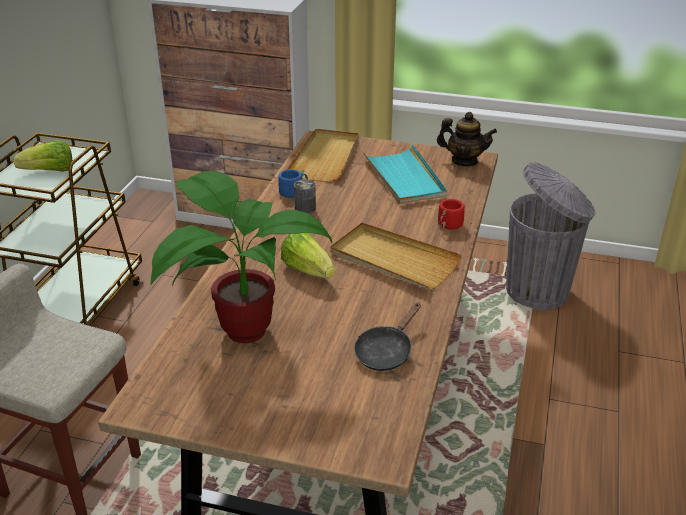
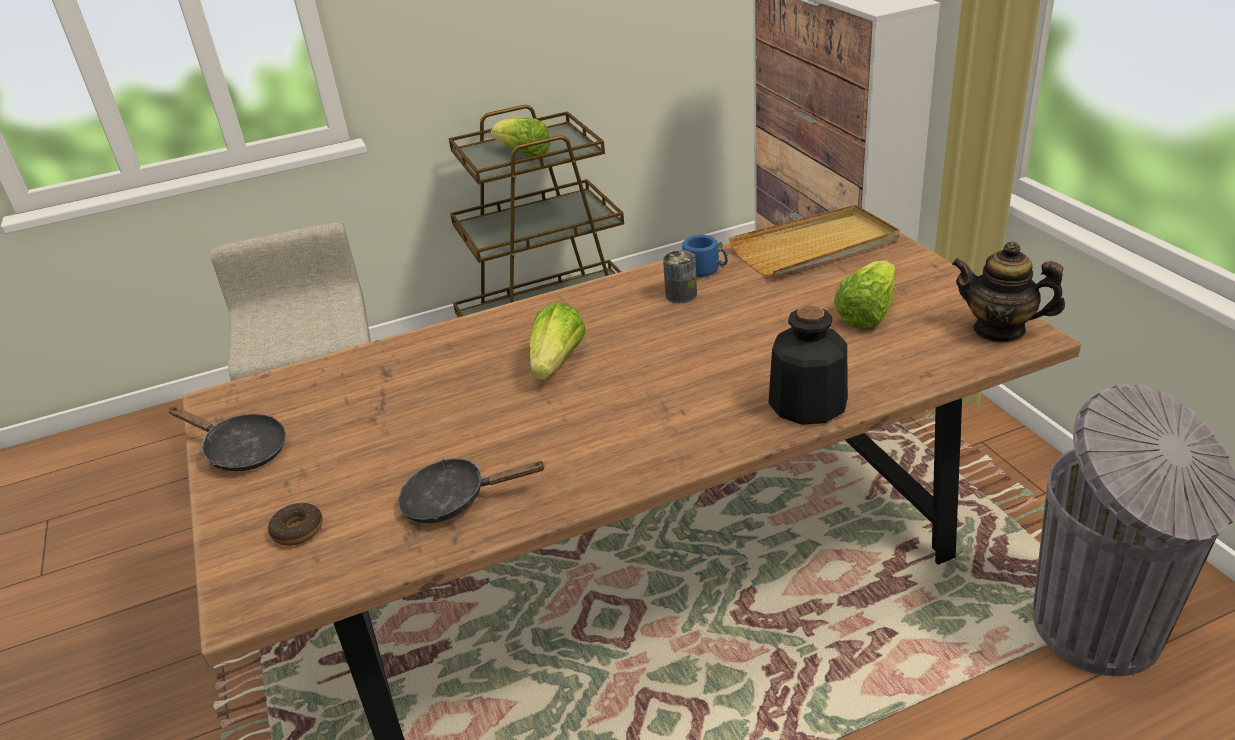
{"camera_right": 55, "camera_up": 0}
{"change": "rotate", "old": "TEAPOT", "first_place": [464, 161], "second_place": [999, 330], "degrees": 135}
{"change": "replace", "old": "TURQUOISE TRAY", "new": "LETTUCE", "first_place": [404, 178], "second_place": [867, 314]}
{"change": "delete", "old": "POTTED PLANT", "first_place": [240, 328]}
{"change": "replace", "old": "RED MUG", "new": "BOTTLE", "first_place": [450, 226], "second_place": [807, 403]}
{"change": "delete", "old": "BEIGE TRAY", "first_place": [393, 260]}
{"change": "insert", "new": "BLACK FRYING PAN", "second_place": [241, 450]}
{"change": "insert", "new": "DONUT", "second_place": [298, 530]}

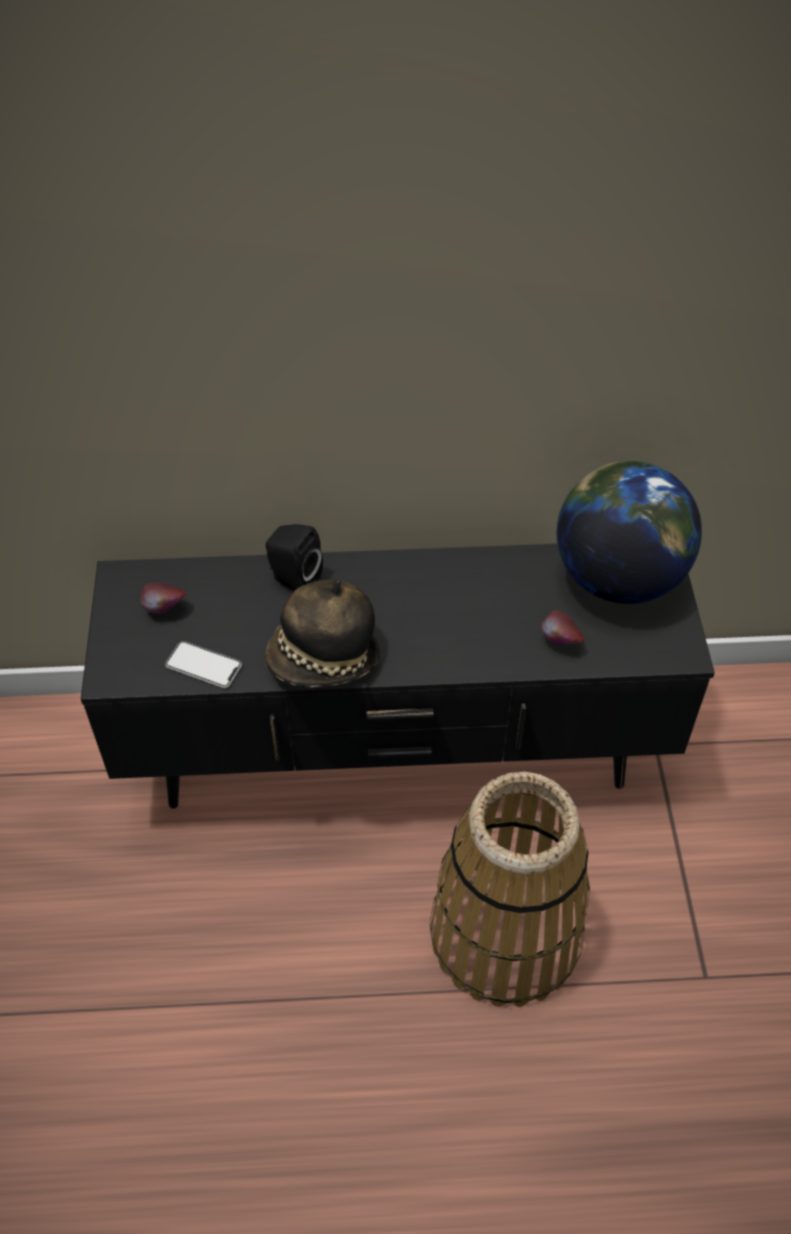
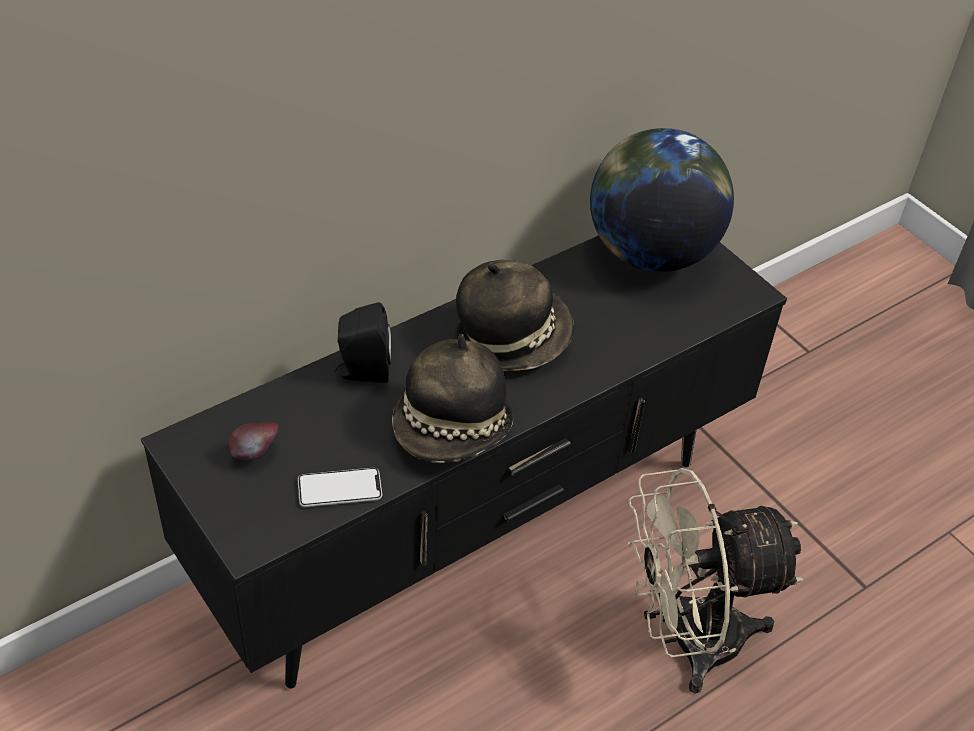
{"camera_right": -35, "camera_up": -5}
{"change": "delete", "old": "APPLE", "first_place": [560, 642]}
{"change": "replace", "old": "BASKET", "new": "BEIGE FAN", "first_place": [505, 935], "second_place": [686, 639]}
{"change": "insert", "new": "HAT", "second_place": [511, 338]}

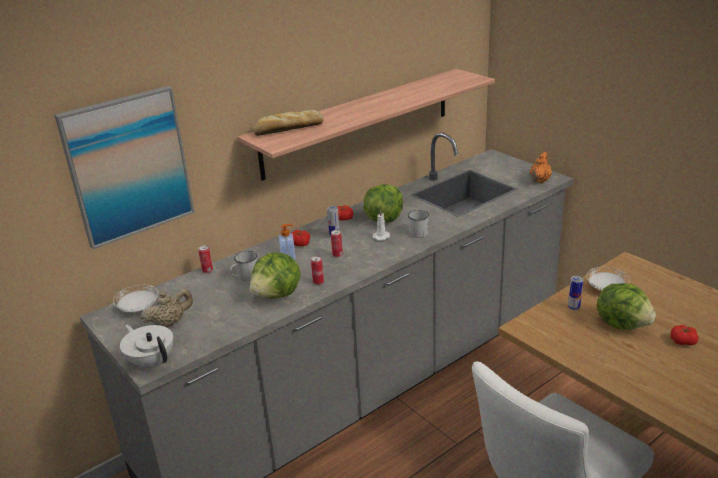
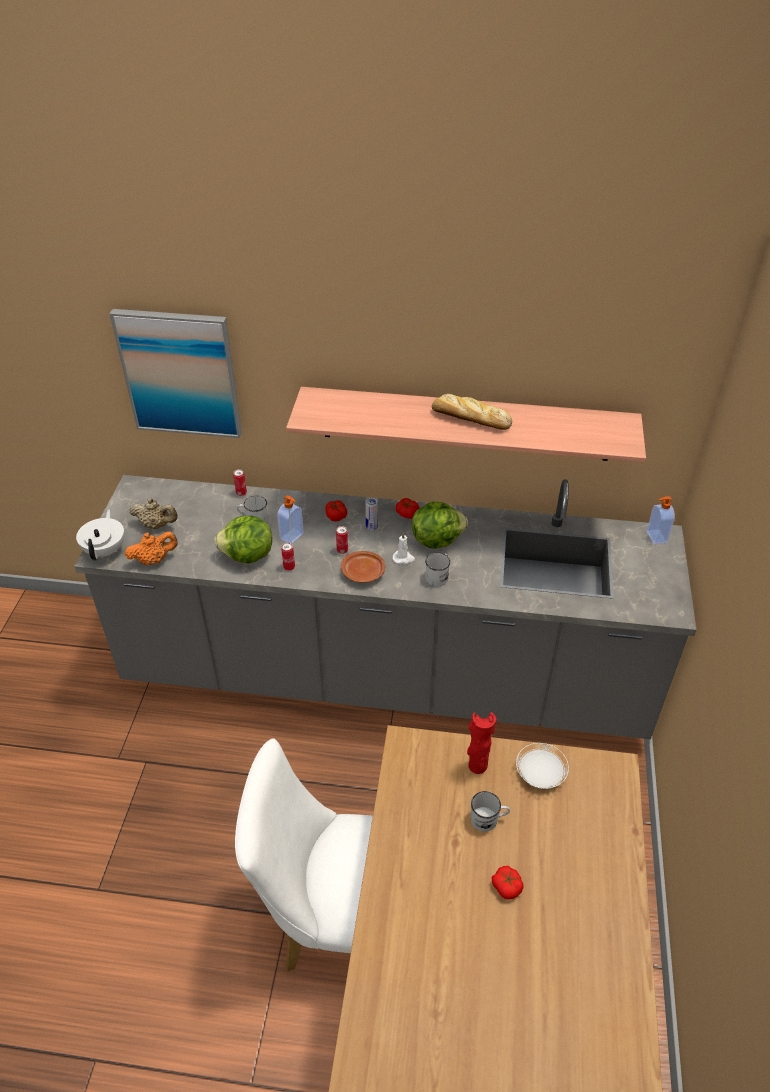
{"camera_right": 45, "camera_up": 15}
{"change": "move", "old": "BREAD", "first_place": [287, 129], "second_place": [469, 418]}
{"change": "move", "old": "ORANGE TEAPOT", "first_place": [540, 180], "second_place": [154, 560]}
{"change": "replace", "old": "CAN", "new": "RED VASE", "first_place": [573, 307], "second_place": [477, 765]}
{"change": "replace", "old": "LETTUCE", "new": "WHITE MUG", "first_place": [622, 323], "second_place": [488, 819]}
{"change": "delete", "old": "WHITE PLATE", "first_place": [138, 308]}
{"change": "insert", "new": "SOAP DISPENSER", "second_place": [655, 537]}
{"change": "insert", "new": "BROWN PLATE", "second_place": [363, 573]}

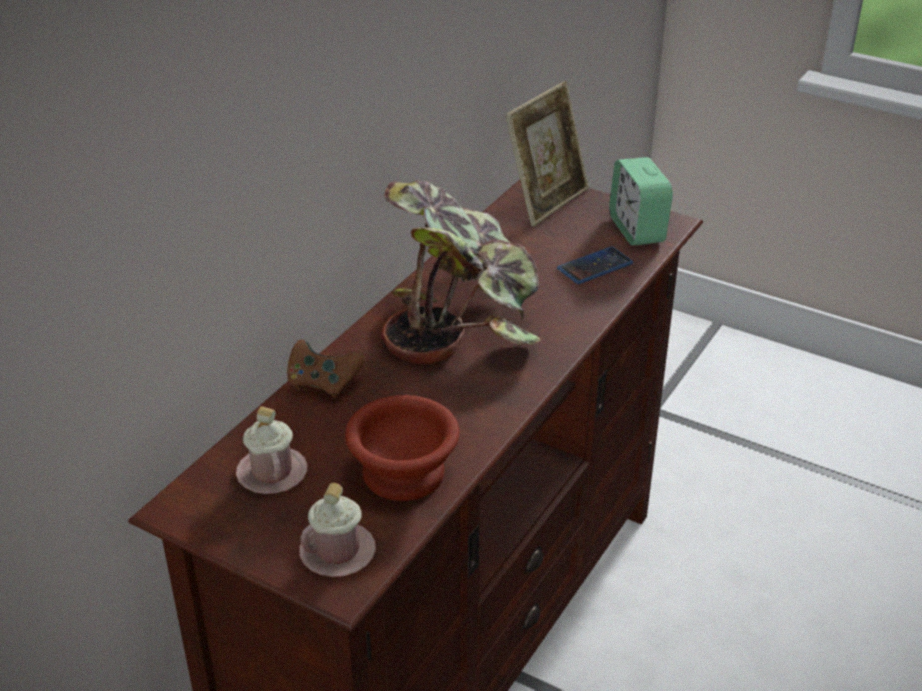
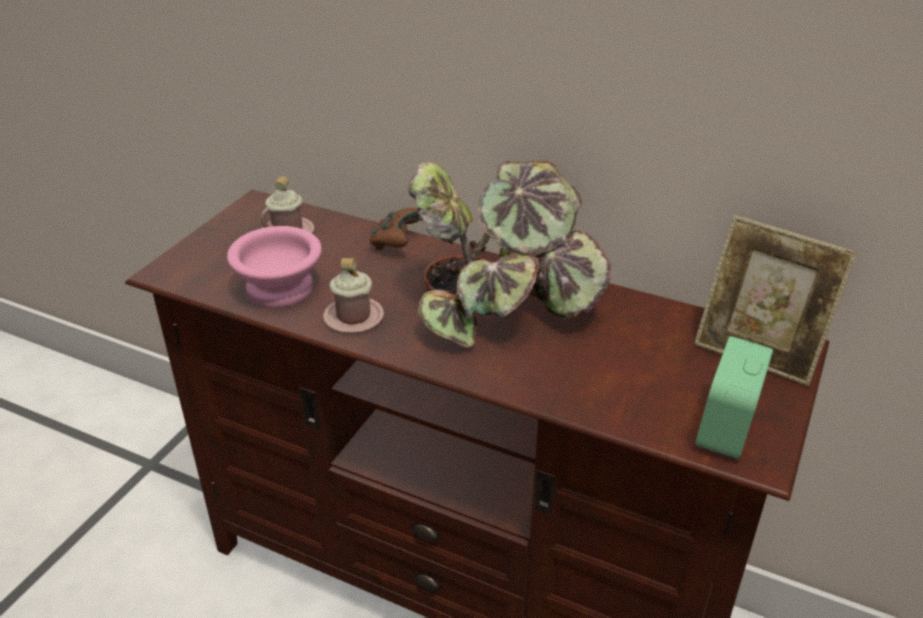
{"camera_right": 85, "camera_up": 0}
{"change": "rotate", "old": "ALARM CLOCK", "first_place": [637, 230], "second_place": [726, 429], "degrees": -45}
{"change": "delete", "old": "PHONE", "first_place": [595, 266]}
{"change": "recolor", "old": "BROWN BOWL", "new": "PINK BOWL", "first_place": [400, 475], "second_place": [278, 287]}
{"change": "move", "old": "PINK MUG", "first_place": [337, 552], "second_place": [353, 317]}

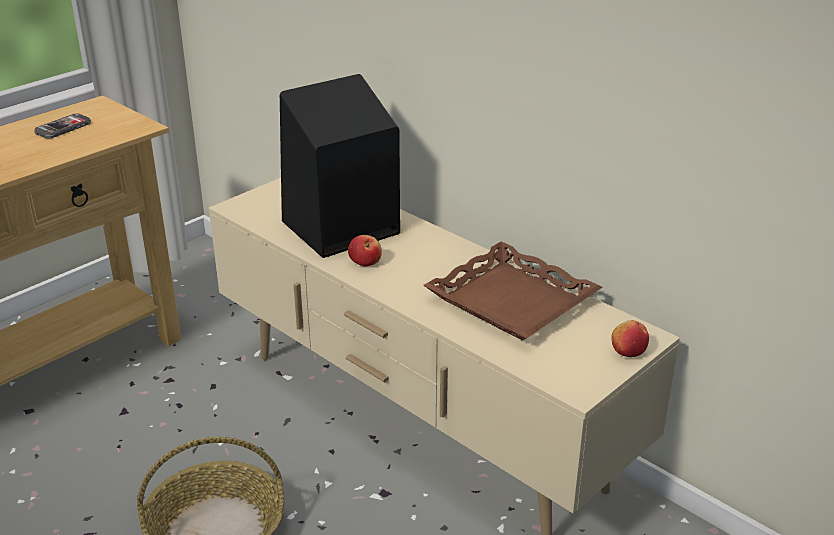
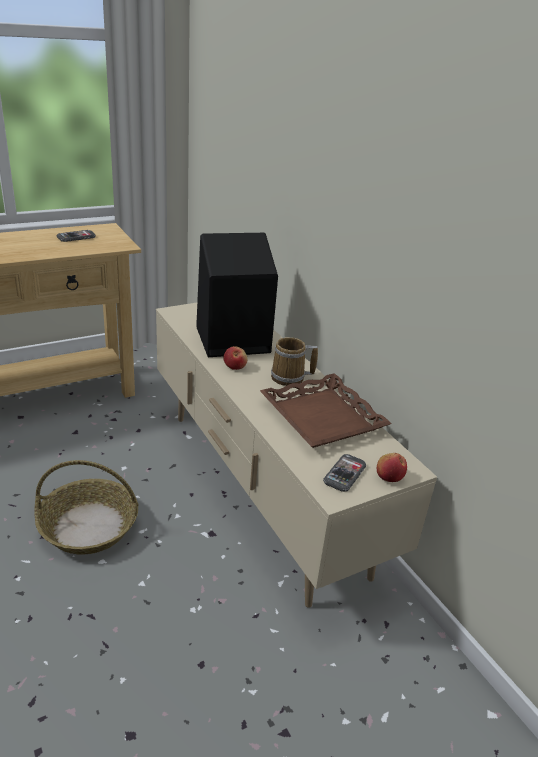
{"camera_right": 15, "camera_up": 0}
{"change": "insert", "new": "MUG", "second_place": [290, 378]}
{"change": "insert", "new": "PHONE", "second_place": [344, 474]}

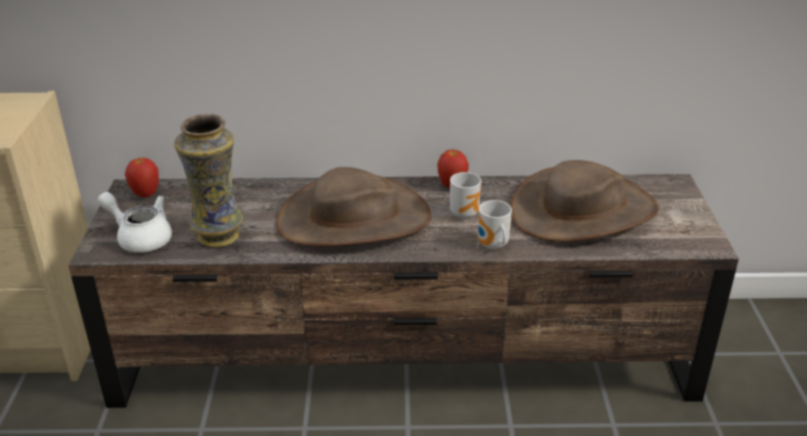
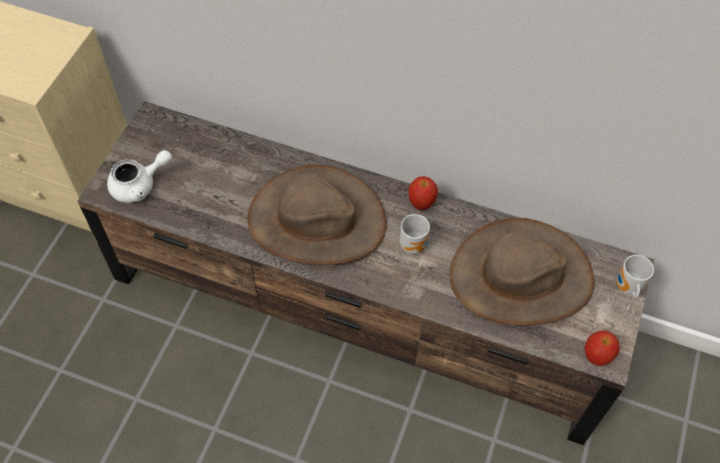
{"camera_right": 20, "camera_up": 25}
{"change": "delete", "old": "VASE", "first_place": [218, 237]}
{"change": "move", "old": "APPLE", "first_place": [146, 194], "second_place": [596, 357]}
{"change": "rotate", "old": "WHITE TEAPOT", "first_place": [140, 237], "second_place": [140, 185], "degrees": 105}
{"change": "move", "old": "MUG", "first_place": [492, 246], "second_place": [626, 288]}

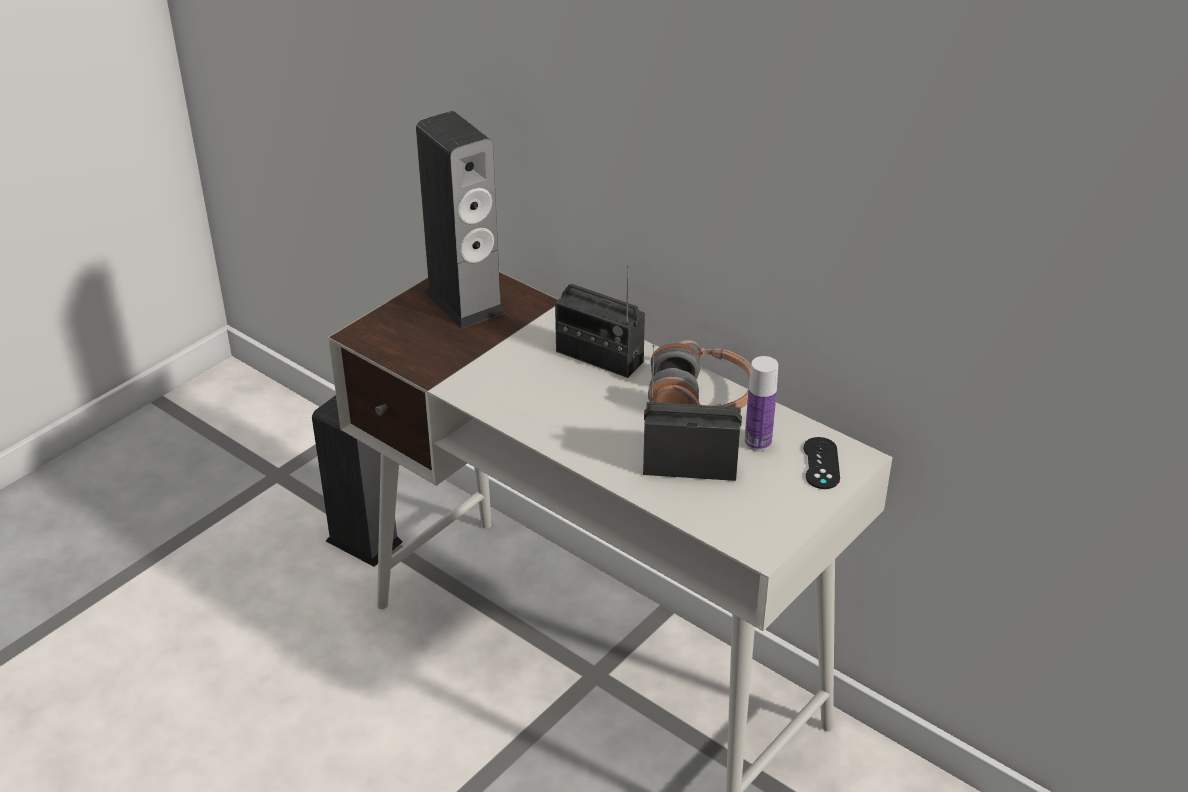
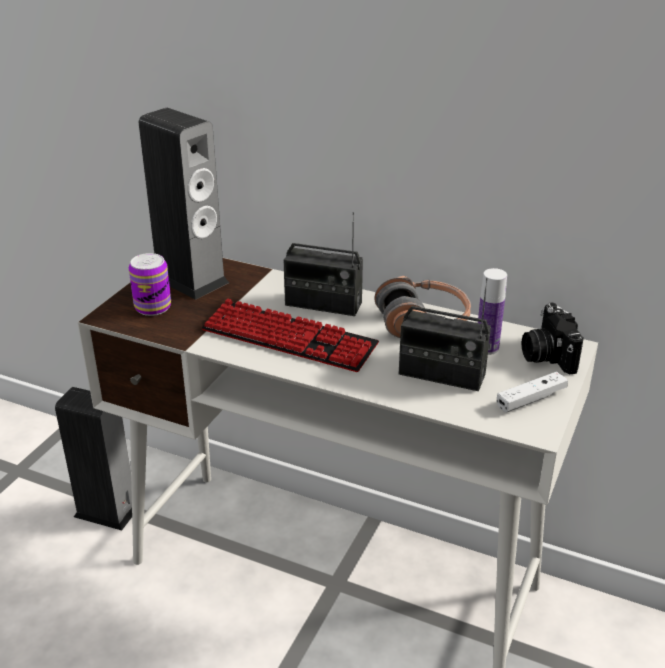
{"camera_right": -15, "camera_up": -5}
{"change": "rotate", "old": "RADIO", "first_place": [690, 466], "second_place": [441, 374], "degrees": -150}
{"change": "replace", "old": "BLACK GAME CONTROLLER", "new": "PHOTO CAMERA", "first_place": [821, 463], "second_place": [546, 355]}
{"change": "insert", "new": "CAN", "second_place": [153, 307]}
{"change": "insert", "new": "KEYBOARD", "second_place": [288, 338]}
{"change": "insert", "new": "WHITE GAME CONTROLLER", "second_place": [531, 399]}

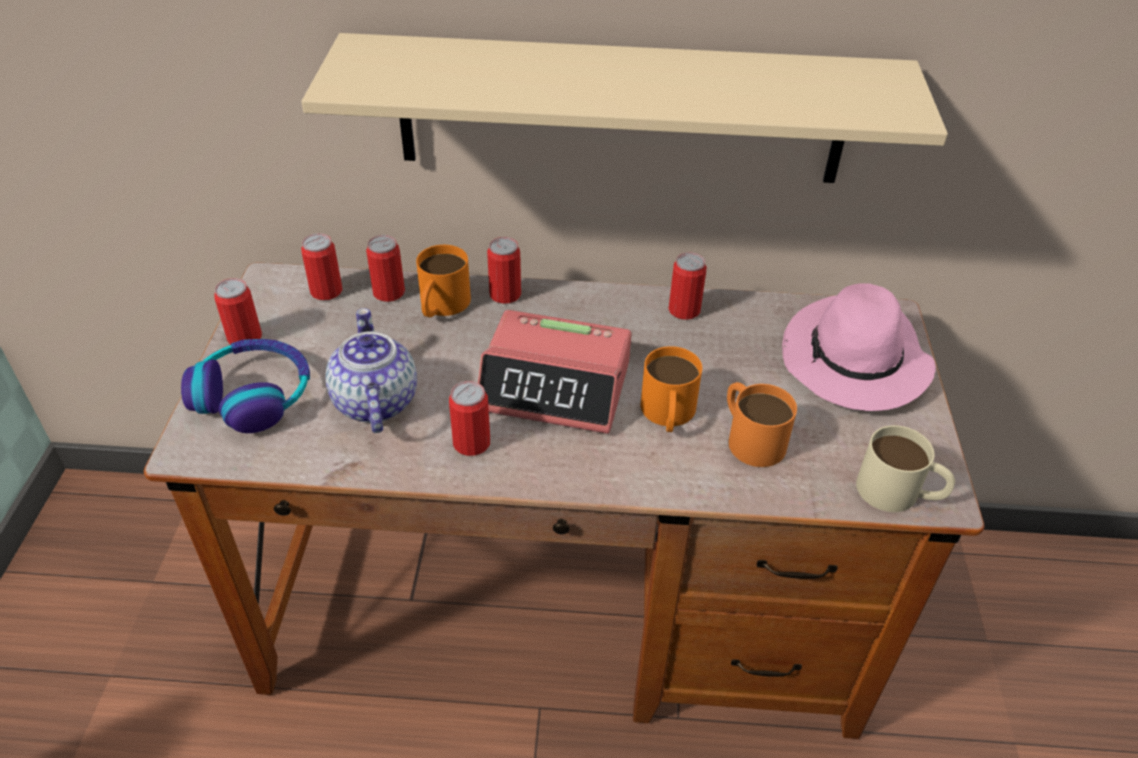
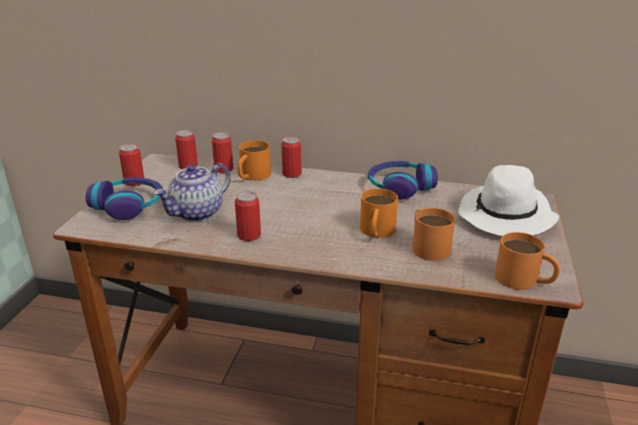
{"camera_right": 10, "camera_up": -15}
{"change": "delete", "old": "BEIGE SHELF", "first_place": [621, 110]}
{"change": "replace", "old": "CAN", "new": "HEADPHONES", "first_place": [684, 310], "second_place": [400, 187]}
{"change": "recolor", "old": "PINK HAT", "new": "WHITE HAT", "first_place": [854, 362], "second_place": [506, 217]}
{"change": "rotate", "old": "TEAPOT", "first_place": [374, 401], "second_place": [197, 213], "degrees": -135}
{"change": "delete", "old": "ALARM CLOCK", "first_place": [556, 386]}
{"change": "recolor", "old": "BEIGE MUG", "new": "ORANGE MUG", "first_place": [899, 493], "second_place": [524, 280]}

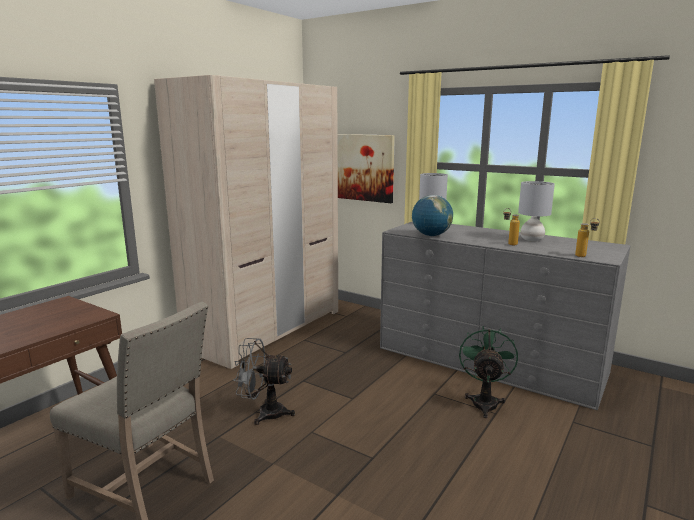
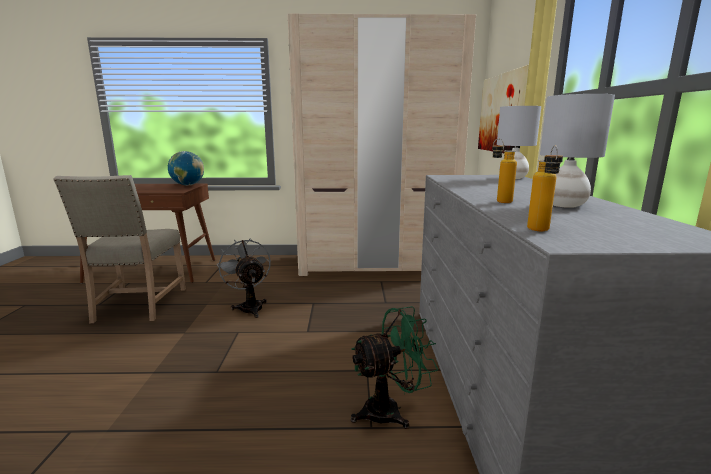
{"camera_right": 55, "camera_up": 0}
{"change": "move", "old": "GLOBE", "first_place": [431, 235], "second_place": [188, 185]}

